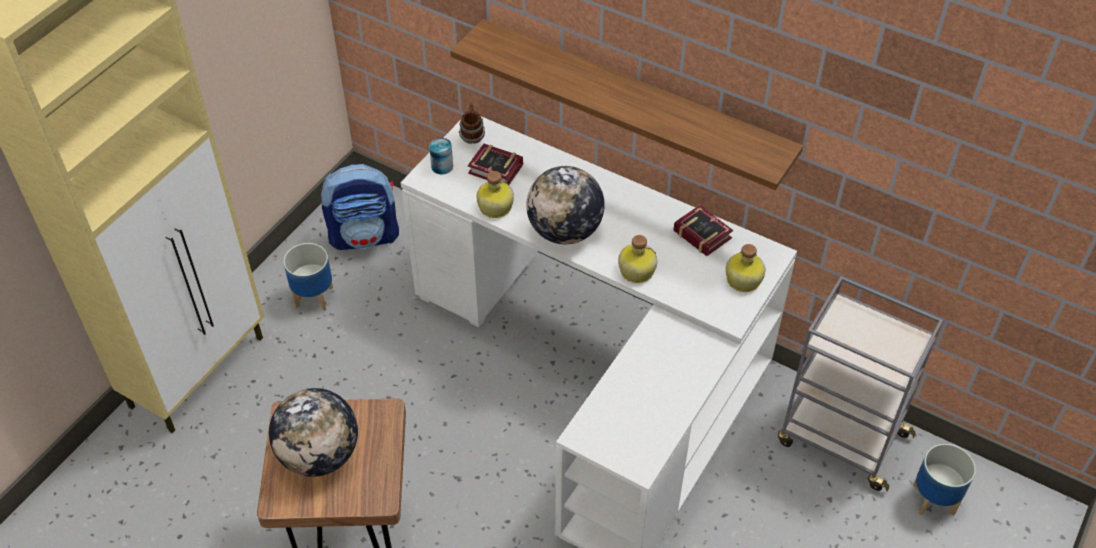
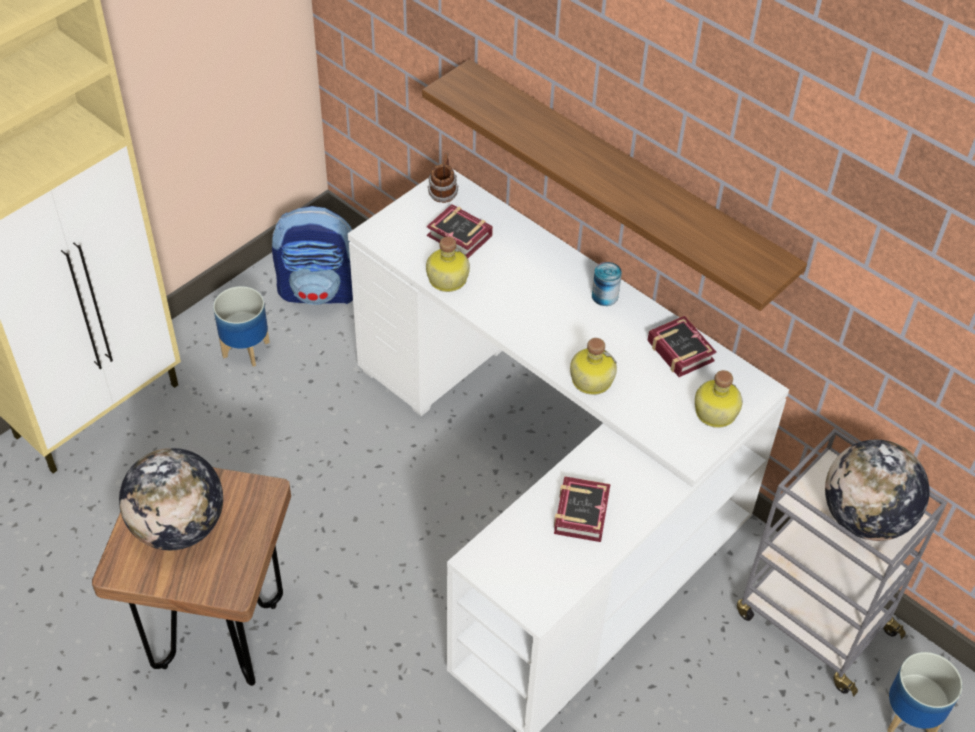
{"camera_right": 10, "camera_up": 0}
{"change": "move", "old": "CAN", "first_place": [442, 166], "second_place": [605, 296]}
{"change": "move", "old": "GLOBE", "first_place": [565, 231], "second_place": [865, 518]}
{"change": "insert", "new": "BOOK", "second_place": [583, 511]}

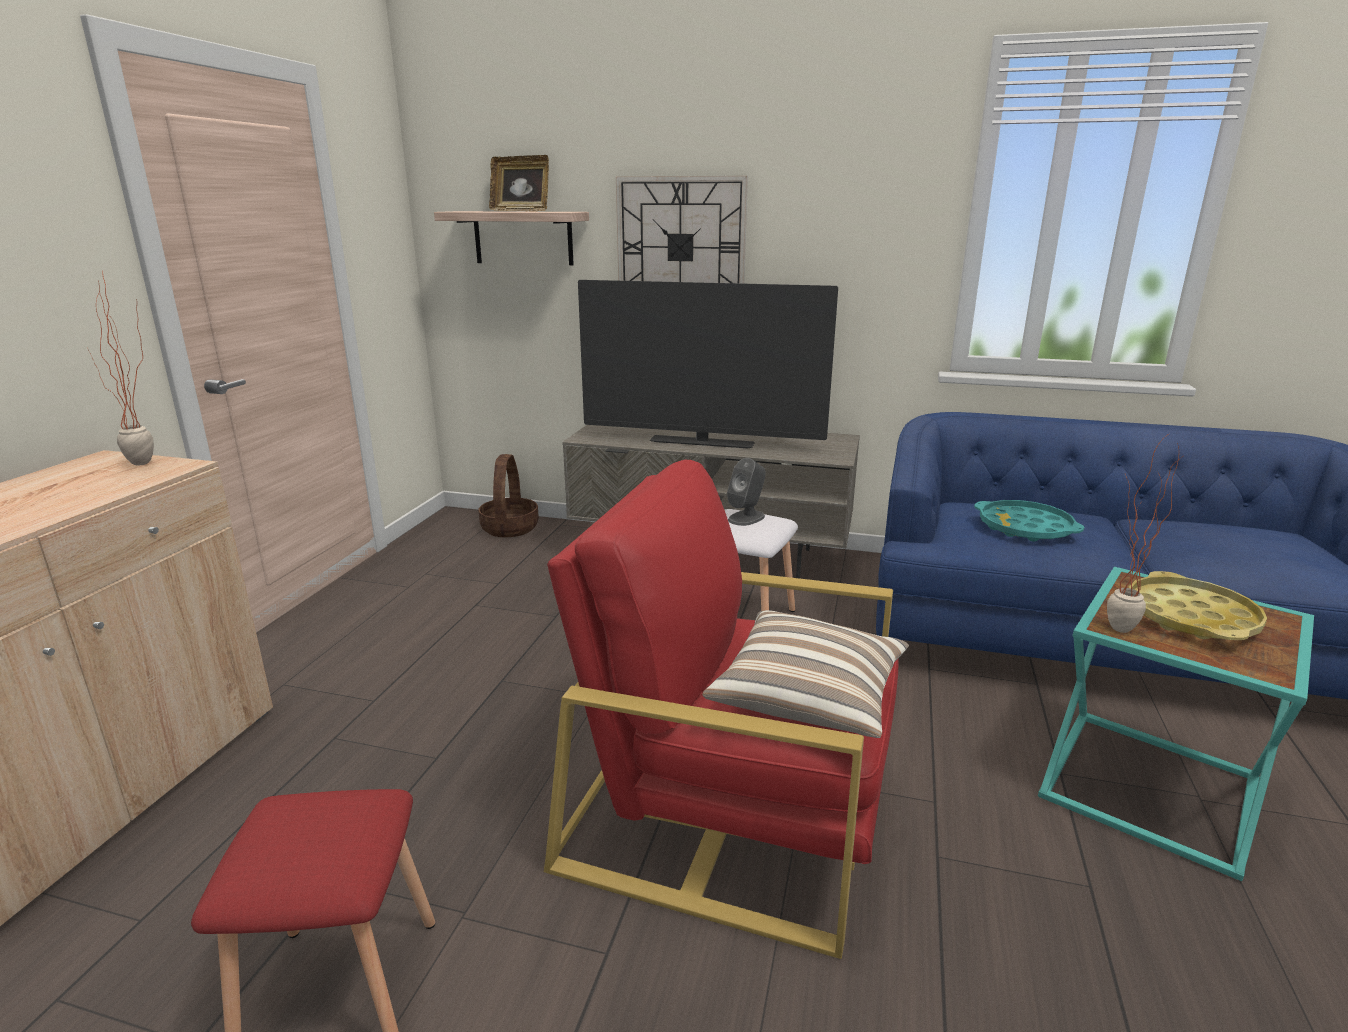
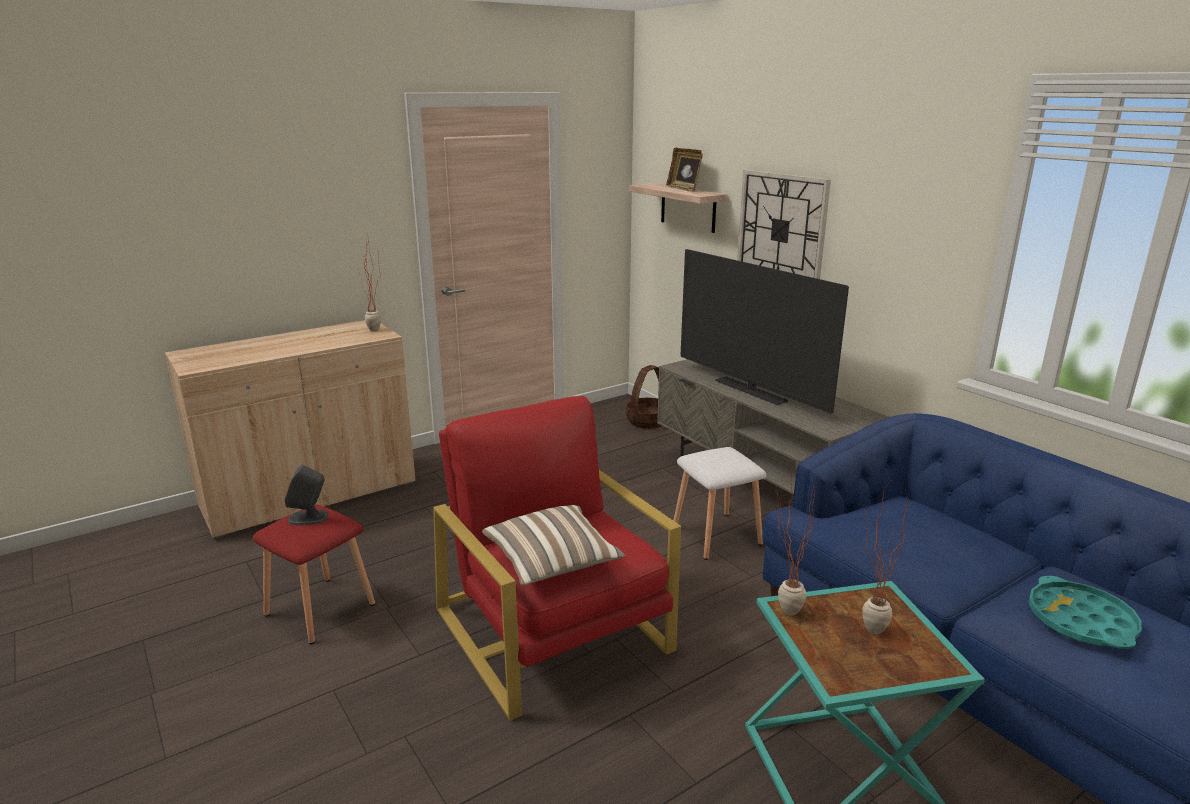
{"camera_right": 40, "camera_up": 0}
{"change": "move", "old": "GREY SPEAKER", "first_place": [746, 518], "second_place": [308, 518]}
{"change": "move", "old": "TURQUOISE TRAY", "first_place": [1025, 528], "second_place": [1080, 621]}
{"change": "replace", "old": "YELLOW TRAY", "new": "POTTED PLANT", "first_place": [1191, 617], "second_place": [865, 631]}

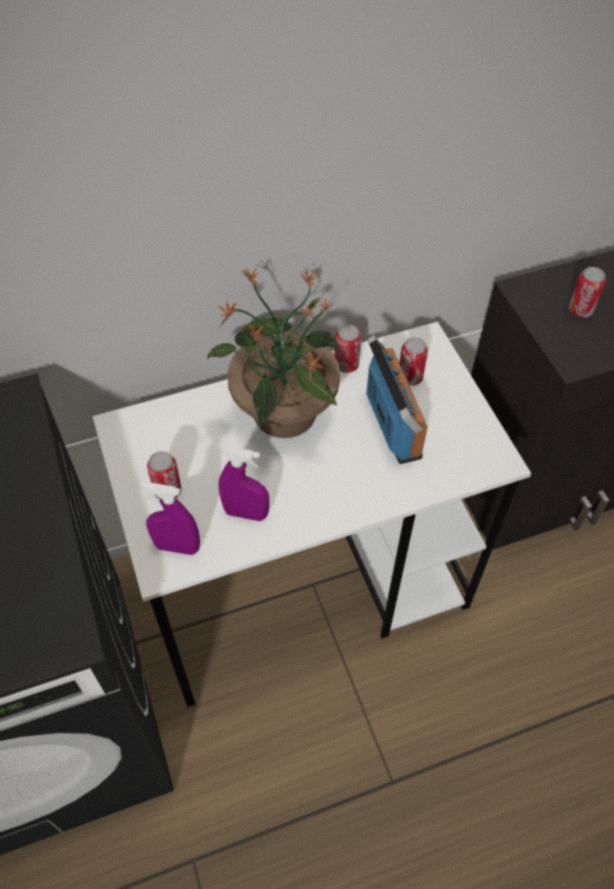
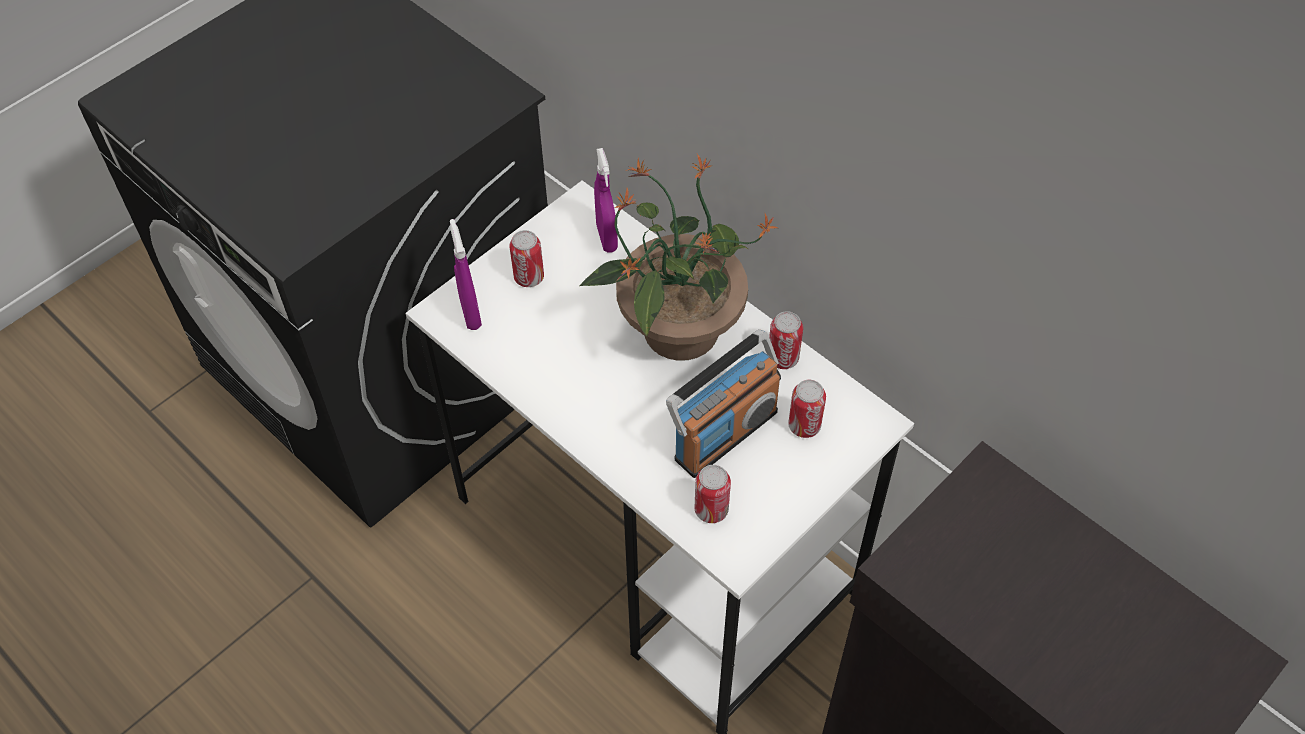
{"camera_right": 65, "camera_up": 0}
{"change": "move", "old": "CAN", "first_place": [580, 310], "second_place": [711, 510]}
{"change": "move", "old": "PURPLE SPRAY BOTTLE", "first_place": [246, 513], "second_place": [606, 238]}

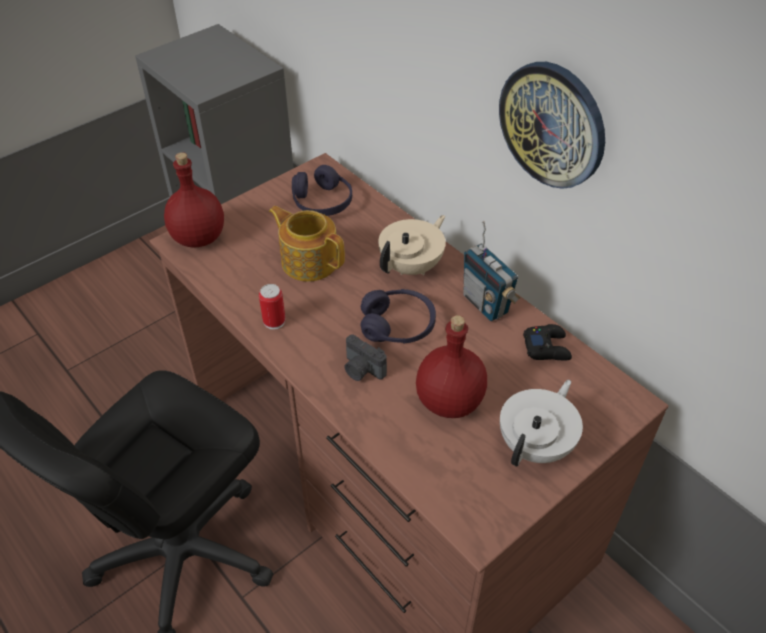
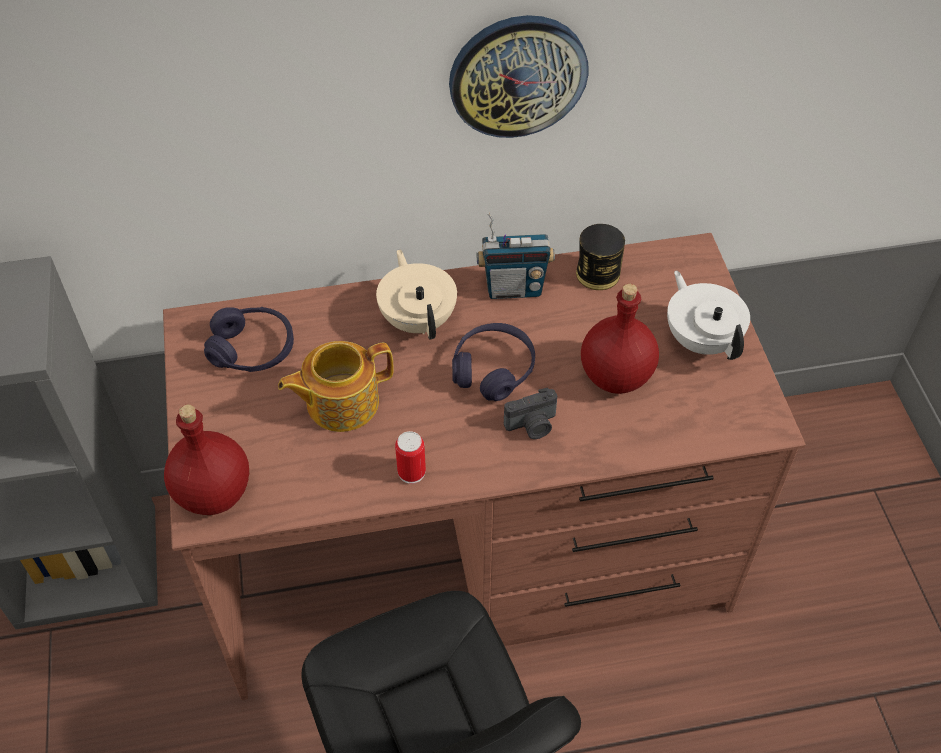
{"camera_right": -60, "camera_up": 5}
{"change": "replace", "old": "BLACK GAME CONTROLLER", "new": "CAN", "first_place": [547, 347], "second_place": [598, 274]}

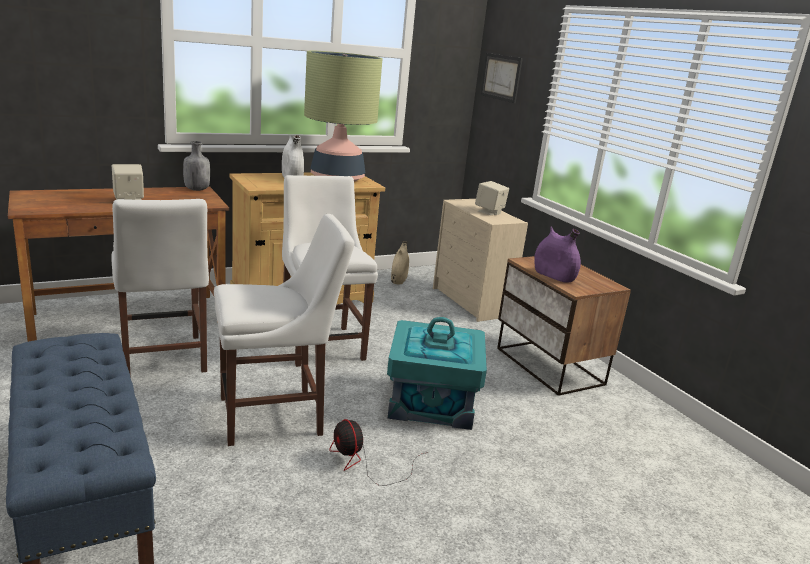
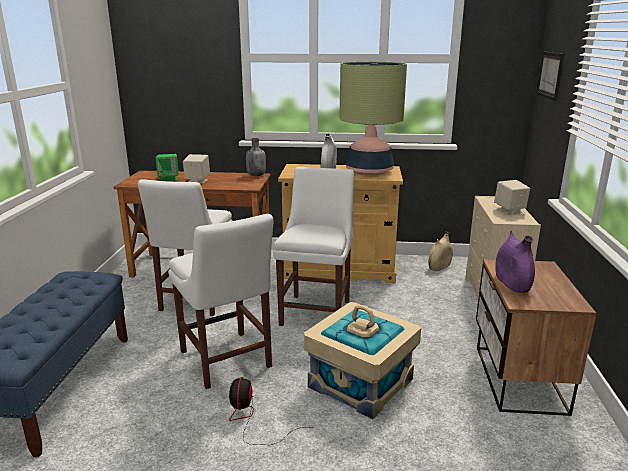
{"camera_right": 35, "camera_up": 0}
{"change": "rotate", "old": "WHITE CHAIR", "first_place": [277, 416], "second_place": [227, 361], "degrees": 45}
{"change": "recolor", "old": "TURQUOISE STORAGE BOX", "new": "BEIGE STORAGE BOX", "first_place": [432, 401], "second_place": [361, 383]}
{"change": "insert", "new": "GREEN SPEAKER", "second_place": [169, 179]}

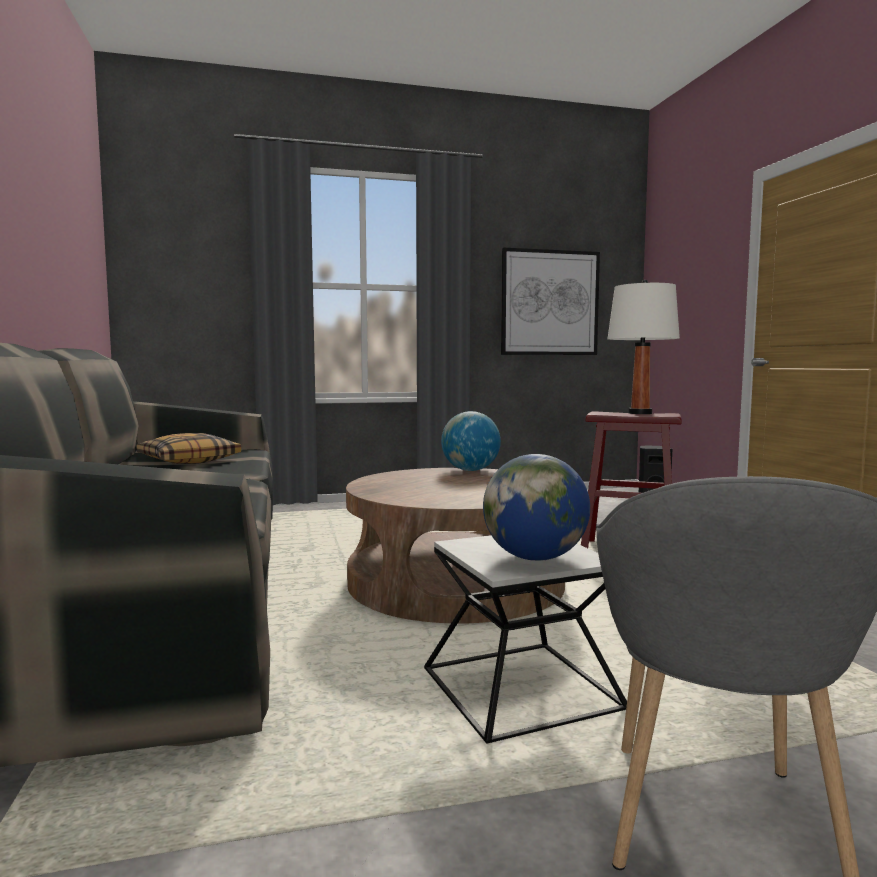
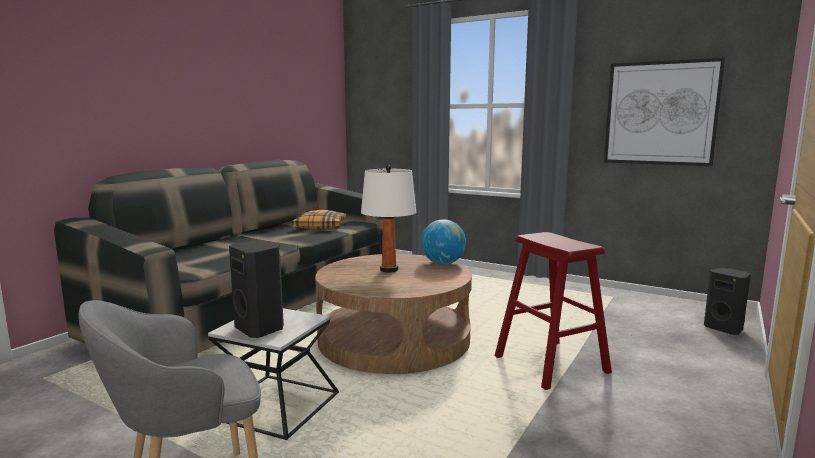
{"camera_right": 45, "camera_up": 5}
{"change": "move", "old": "WHITE TABLE LAMP", "first_place": [640, 413], "second_place": [388, 270]}
{"change": "replace", "old": "GLOBE", "new": "BLACK SPEAKER", "first_place": [535, 558], "second_place": [261, 329]}

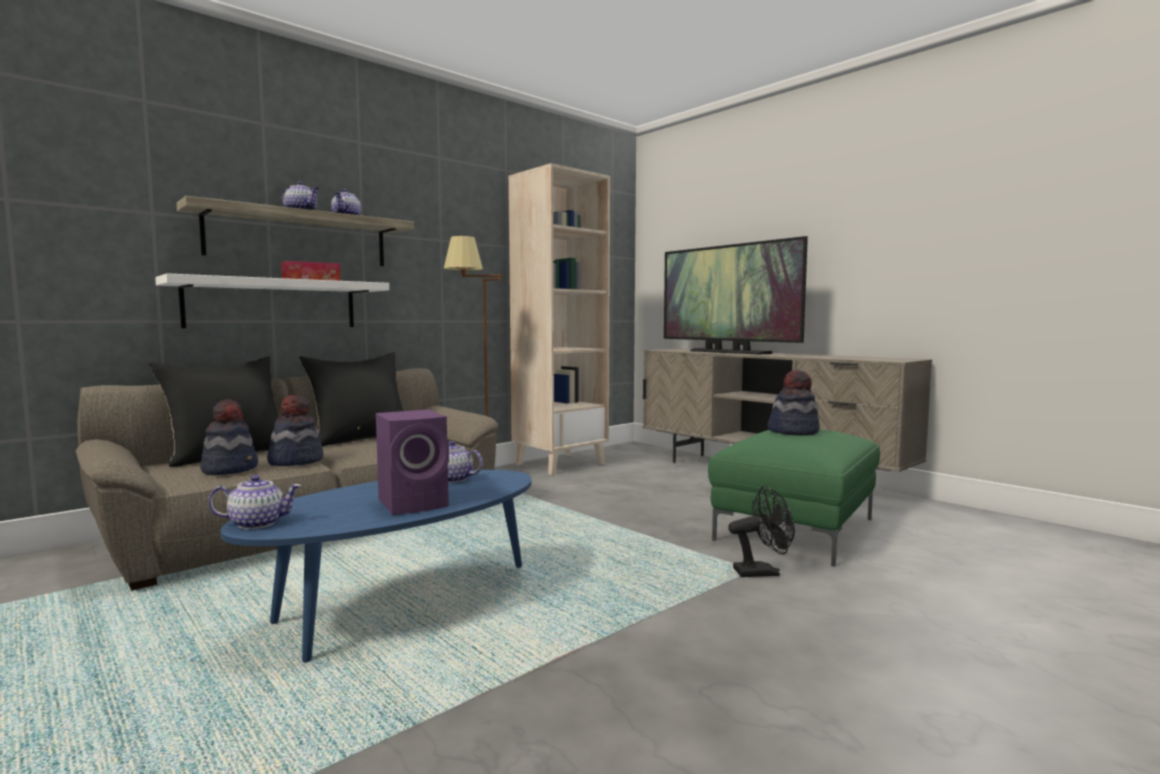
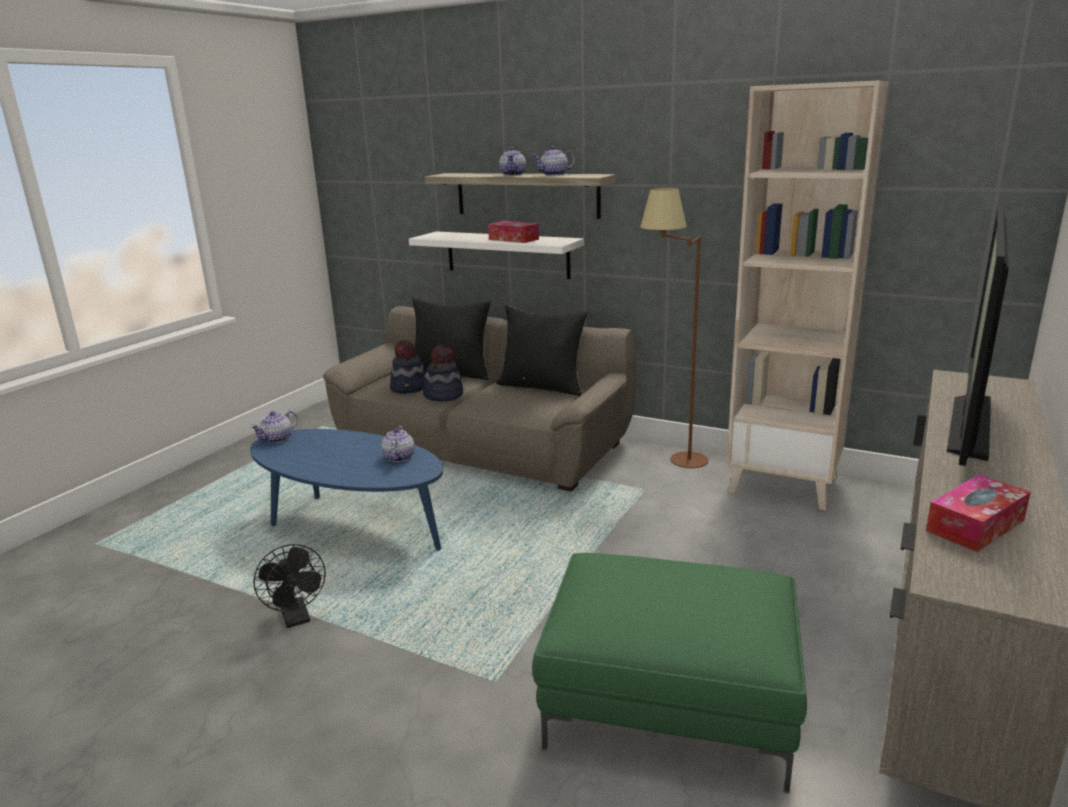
{"camera_right": 70, "camera_up": 15}
{"change": "delete", "old": "HAT", "first_place": [793, 431]}
{"change": "delete", "old": "PURPLE SPEAKER", "first_place": [416, 503]}
{"change": "rotate", "old": "TEAPOT", "first_place": [258, 523], "second_place": [277, 439], "degrees": 75}
{"change": "move", "old": "BLACK FAN", "first_place": [762, 572], "second_place": [297, 618]}
{"change": "insert", "new": "TISSUE BOX", "second_place": [975, 525]}

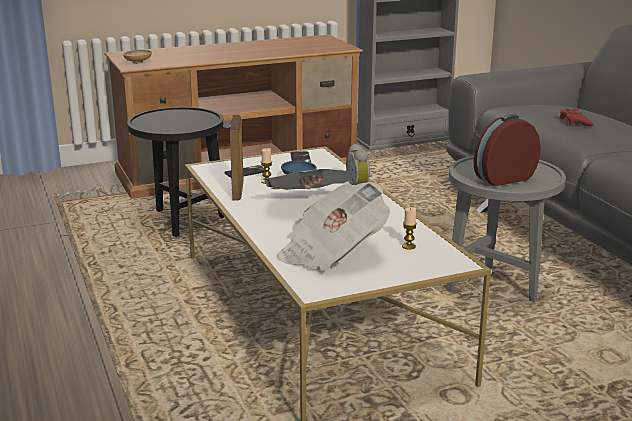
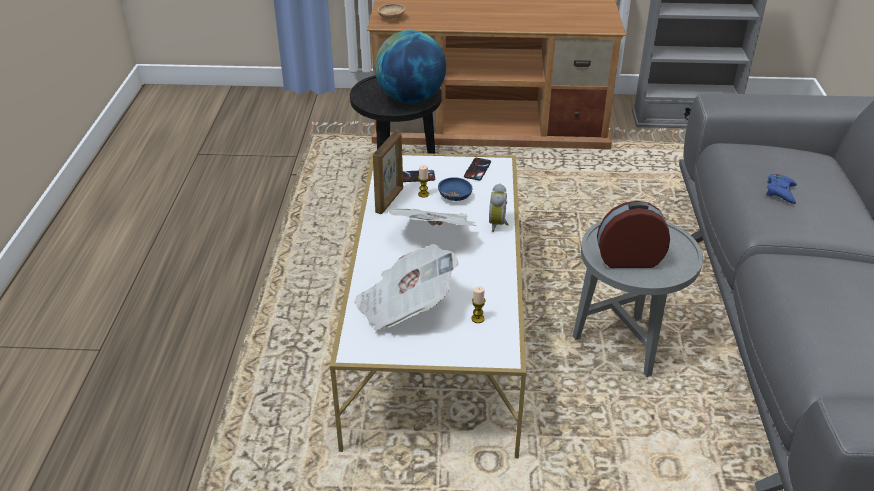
{"camera_right": 25, "camera_up": 15}
{"change": "recolor", "old": "RED GAME CONTROLLER", "new": "BLUE GAME CONTROLLER", "first_place": [575, 122], "second_place": [780, 192]}
{"change": "insert", "new": "GLOBE", "second_place": [410, 99]}

